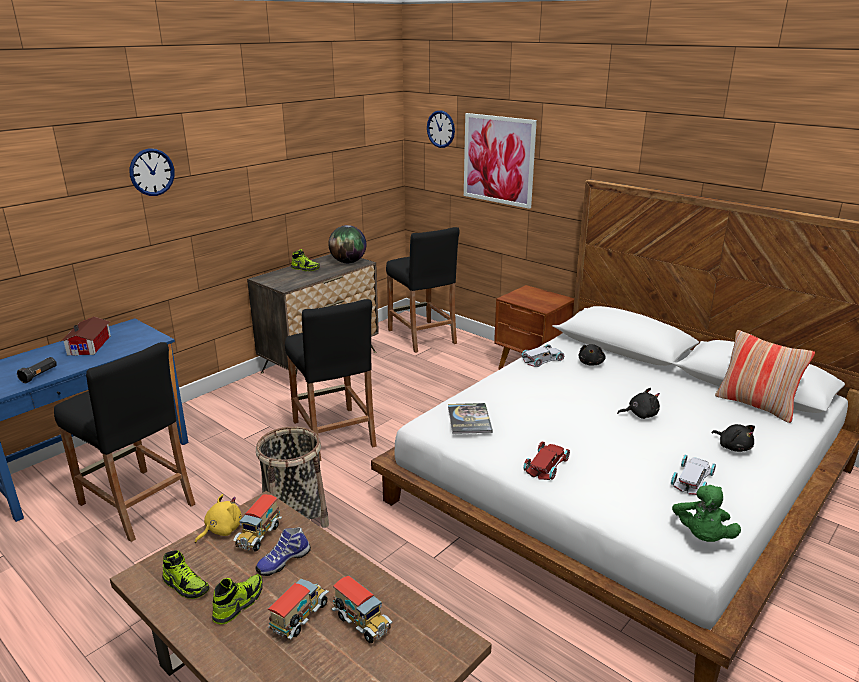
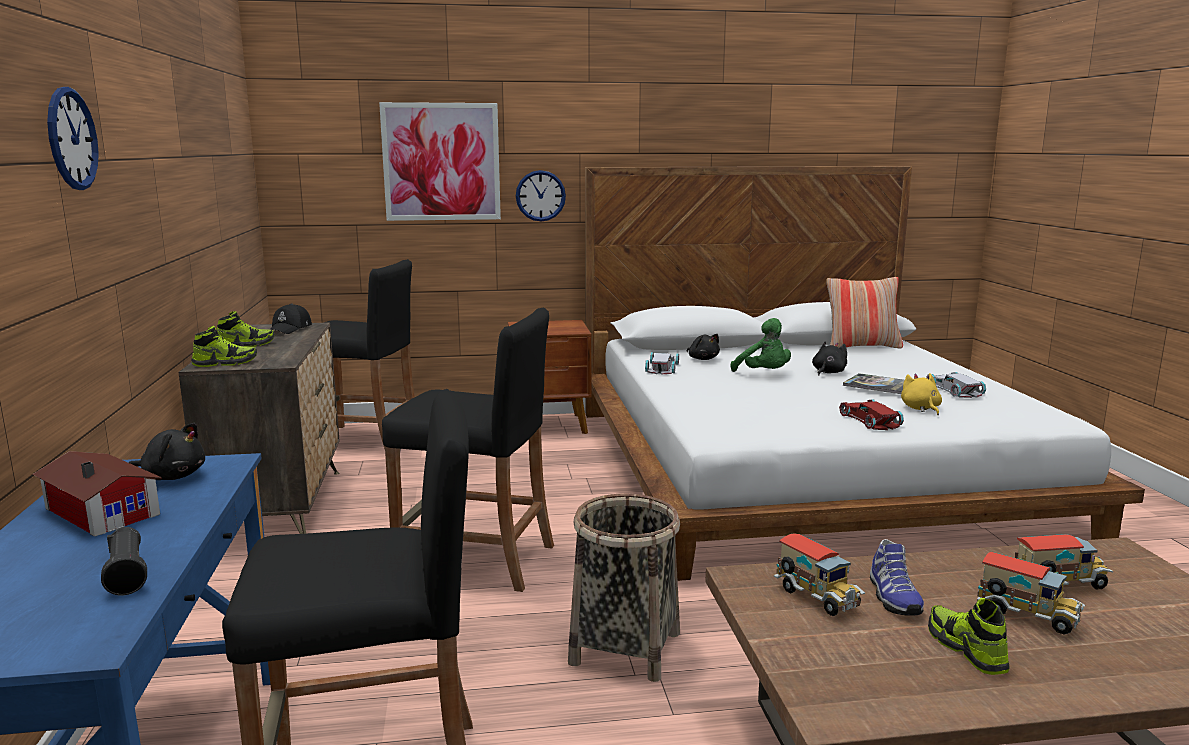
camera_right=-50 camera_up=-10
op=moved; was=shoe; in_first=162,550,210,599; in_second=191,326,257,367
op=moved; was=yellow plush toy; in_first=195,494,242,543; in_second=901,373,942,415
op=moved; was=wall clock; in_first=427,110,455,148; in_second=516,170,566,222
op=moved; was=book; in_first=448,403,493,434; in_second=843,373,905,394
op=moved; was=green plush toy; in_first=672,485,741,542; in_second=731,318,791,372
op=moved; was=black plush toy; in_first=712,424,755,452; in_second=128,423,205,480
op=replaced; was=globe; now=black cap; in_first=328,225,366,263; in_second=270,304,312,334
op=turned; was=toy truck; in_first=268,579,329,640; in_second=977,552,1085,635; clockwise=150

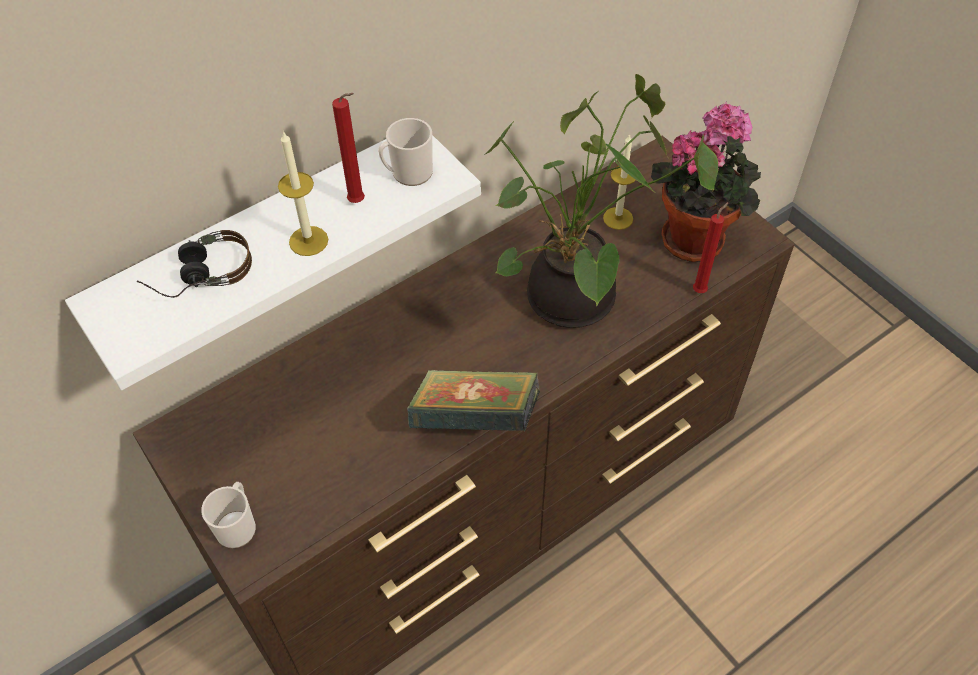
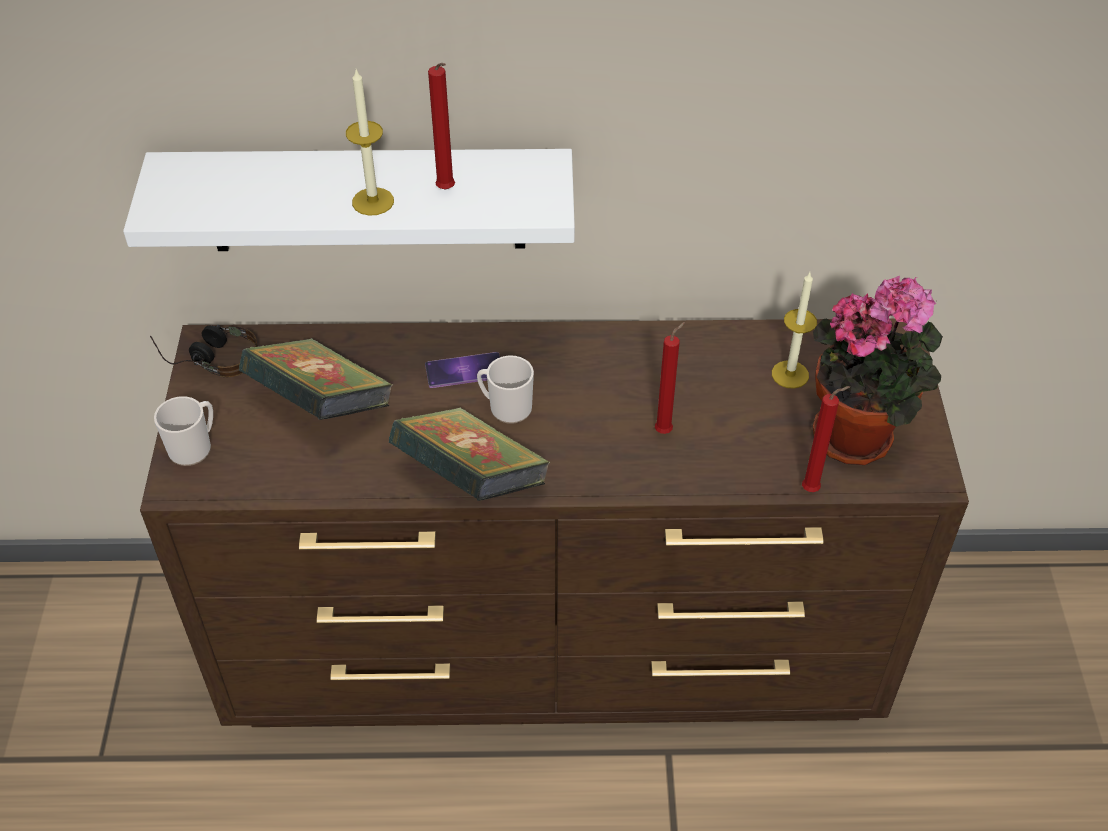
camera_right=35 camera_up=-5
op=added; now=book; in_second=239,338,393,420
op=added; now=phone; in_second=425,352,500,388
op=moved; was=headphones; in_first=137,230,252,298; in_second=150,325,258,377
op=moved; was=mug; in_first=378,118,433,186; in_second=477,355,534,424
op=replaced; was=potted plant; now=red candle; in_first=484,74,718,328; in_second=655,322,685,434

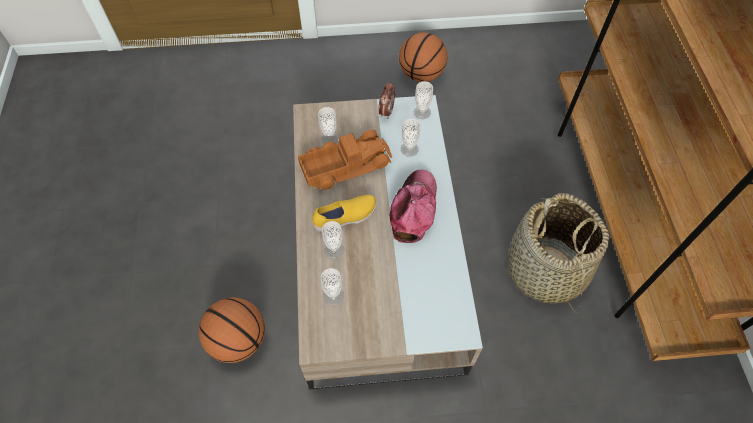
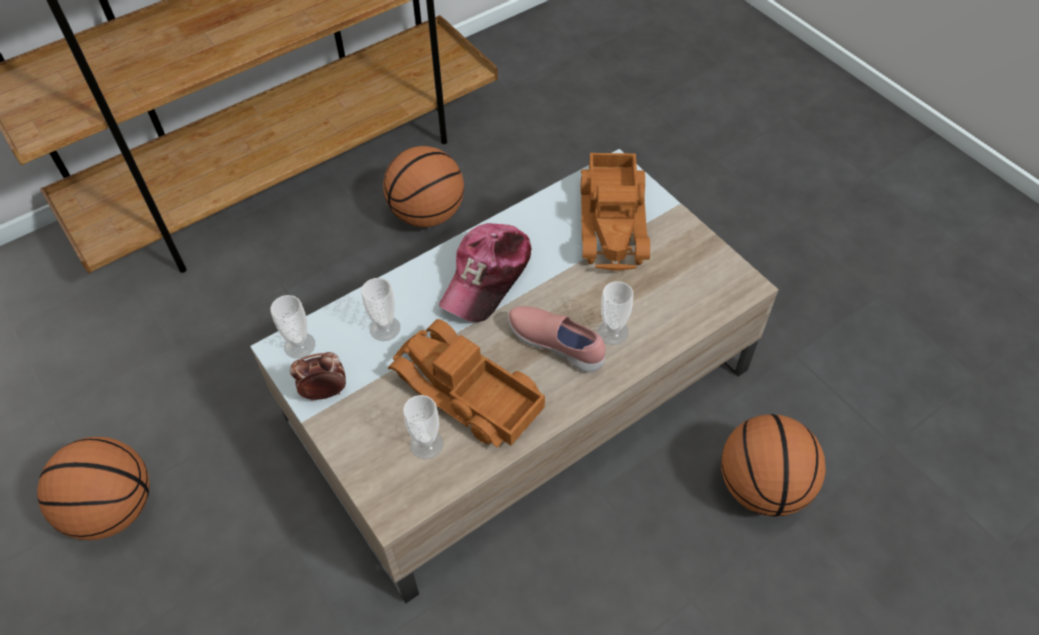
camera_right=-120 camera_up=-5
op=removed; was=cup; in_first=320,268,344,305
op=added; now=toy truck; in_second=581,153,650,271
op=replaced; was=basket; now=basketball; in_first=508,193,609,313; in_second=383,146,464,227
op=recoloured; was=yellow shoe; now=pink shoe; in_first=312,195,377,232; in_second=508,306,606,373
op=turned; was=cap; in_first=390,170,437,243; in_second=439,223,531,322; clockwise=-45

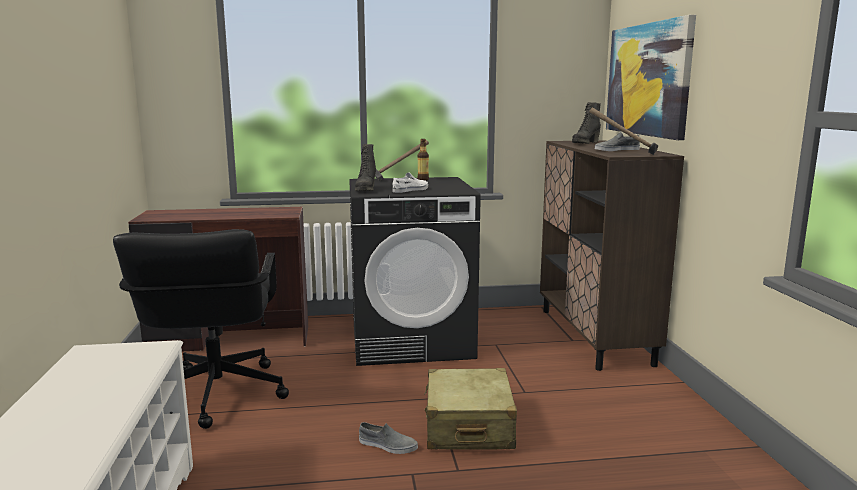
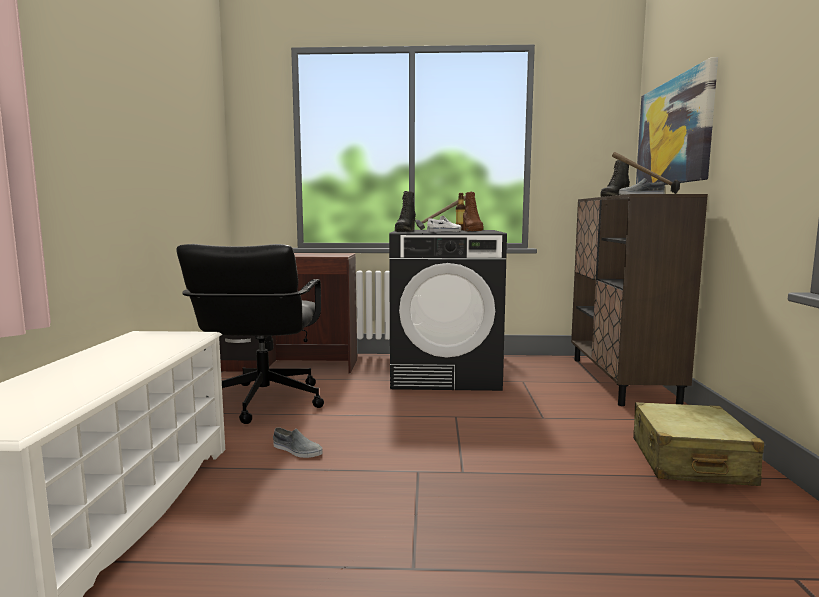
camera_right=10 camera_up=-5
op=added; now=brown boot; in_second=463,191,484,231
op=moved; was=grey shoe; in_first=359,422,418,454; in_second=273,427,323,458
op=moved; was=beige suitcase; in_first=424,368,517,450; in_second=633,402,764,486

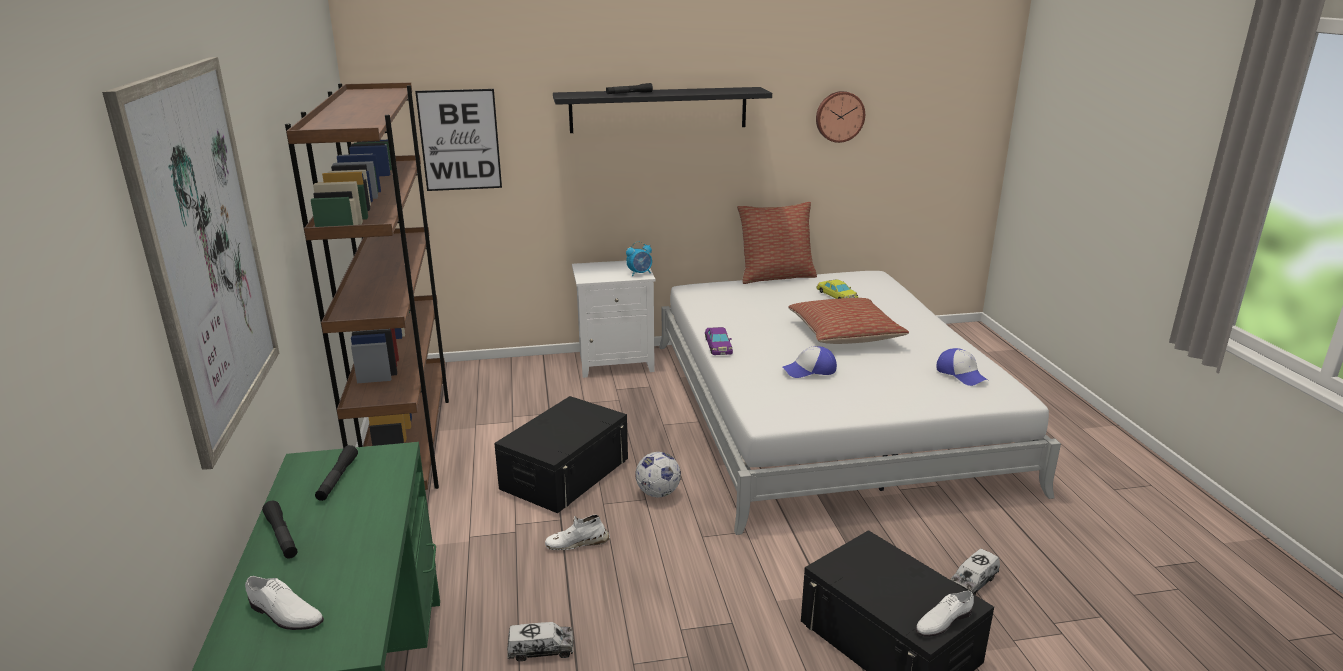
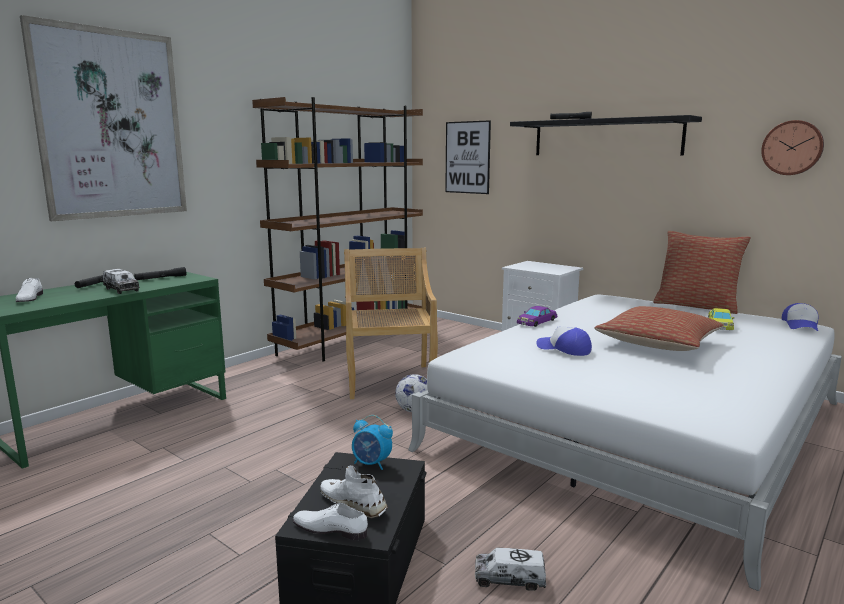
camera_right=50 camera_up=-10
op=moved; was=toy truck; in_first=507,622,574,661; in_second=103,269,140,294
op=moved; was=white shoe; in_first=545,514,610,550; in_second=320,465,388,519
op=moved; was=alarm clock; in_first=626,242,652,277; in_second=352,415,393,470
op=moved; was=cap; in_first=936,348,988,386; in_second=782,303,819,331
op=replaced; was=black storage box; now=beige chair; in_first=494,396,628,513; in_second=344,248,438,399

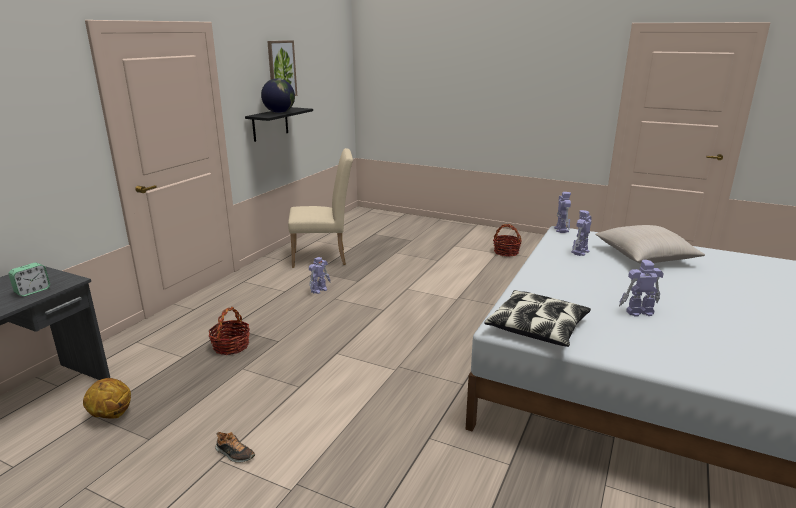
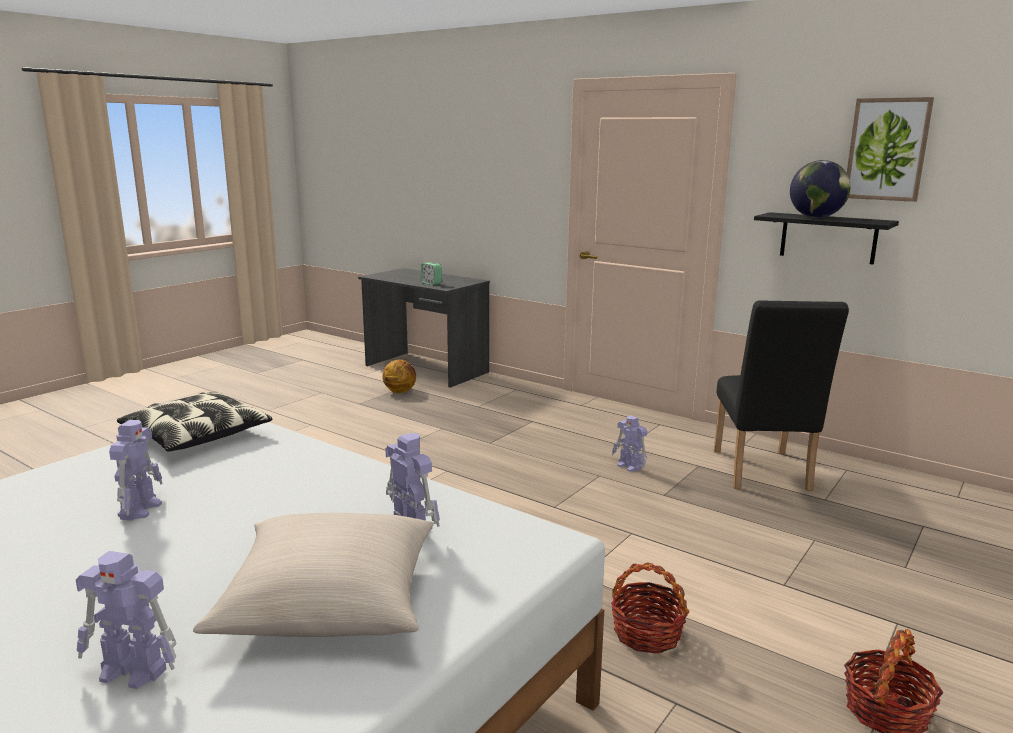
camera_right=100 camera_up=-5
op=removed; was=shoe; in_first=215,432,255,463
op=moved; was=basket; in_first=208,307,250,355; in_second=611,562,689,654
op=moved; was=toy robot; in_first=554,192,571,233; in_second=76,551,177,689
op=recoloured; was=beige chair; now=black chair; in_first=288,148,353,268; in_second=714,300,849,491

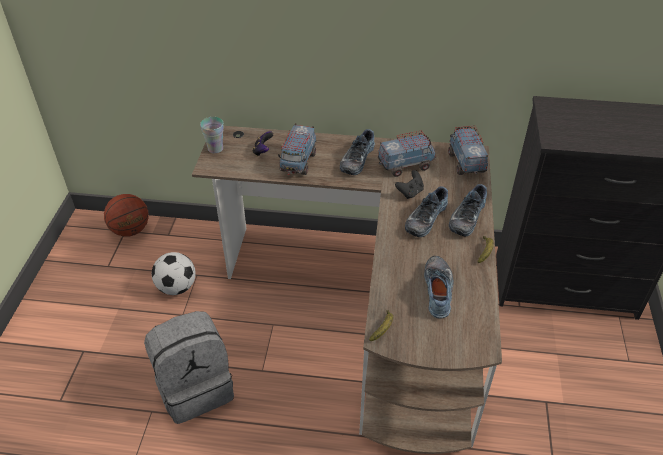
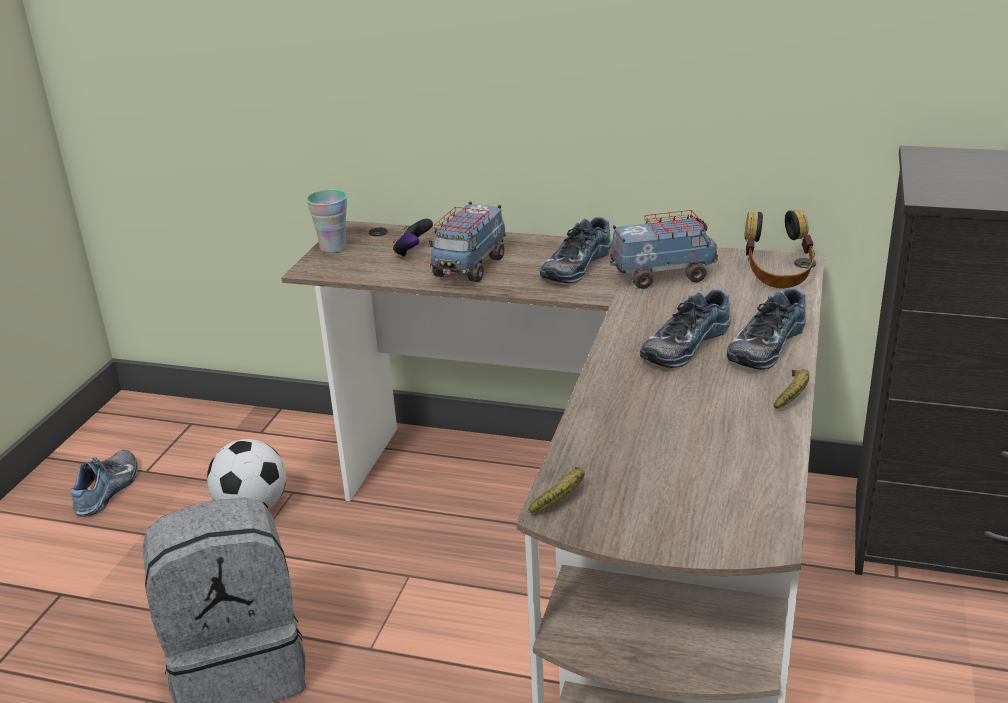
camera_right=10 camera_up=-15
op=removed; was=basketball; in_first=104,194,149,236
op=removed; was=black game controller; in_first=395,170,424,199
op=moved; was=shoe; in_first=424,256,454,319; in_second=70,450,138,517
op=replaced; was=toy truck; now=headphones; in_first=448,126,488,175; in_second=744,210,815,288

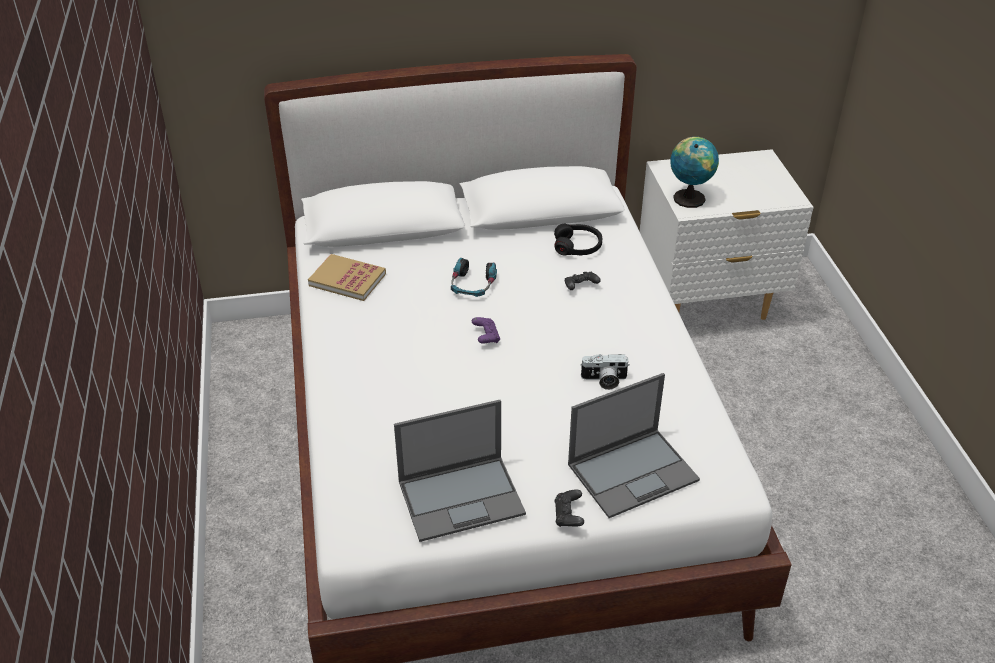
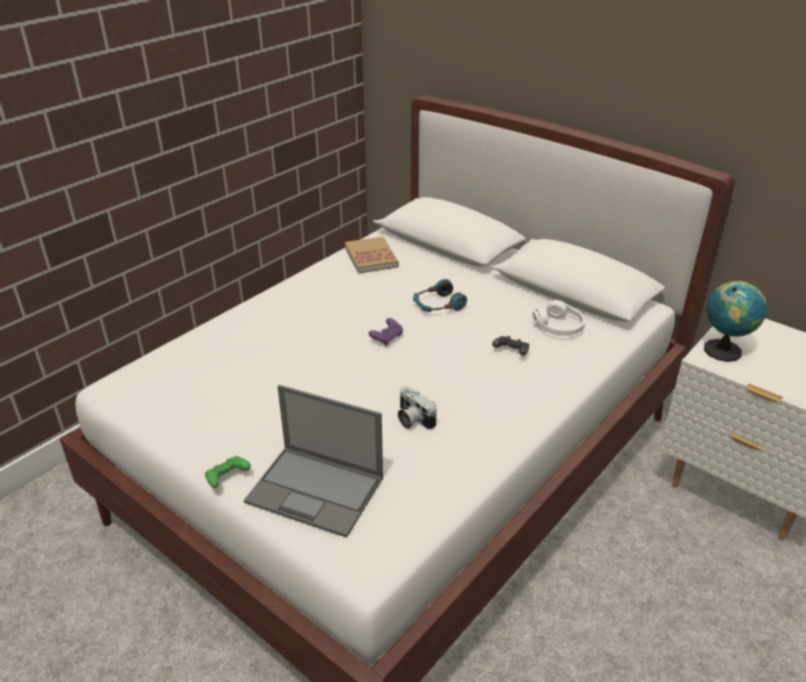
camera_right=50 camera_up=-5
op=removed; was=laptop; in_first=394,400,526,542
op=recoloured; was=black headphones; now=white headphones; in_first=554,224,602,255; in_second=532,300,585,336
op=recoloured; was=black game controller; now=green game controller; in_first=554,490,584,527; in_second=205,456,251,488

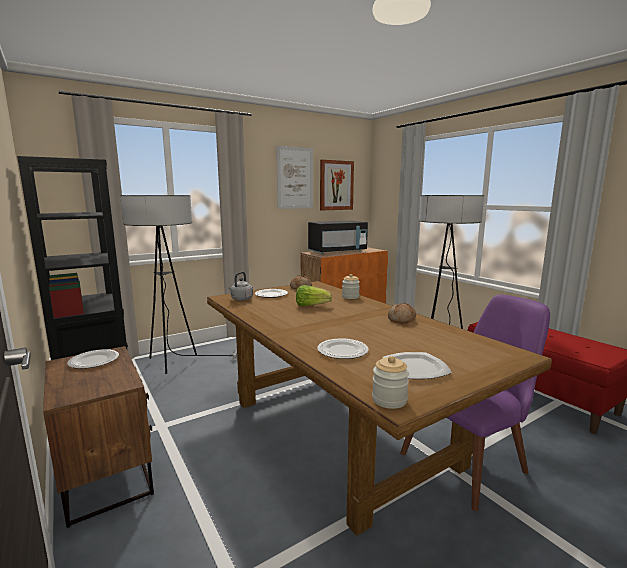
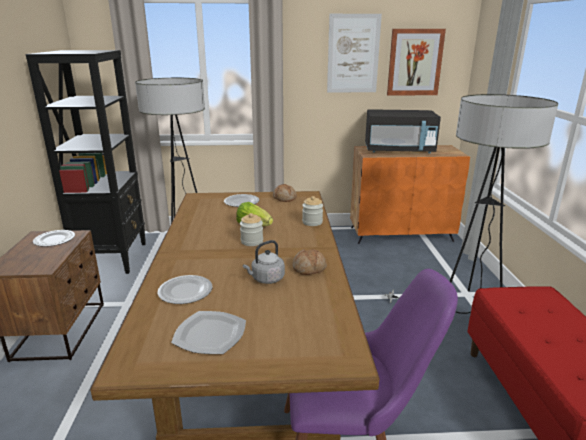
camera_right=30 camera_up=10
op=moved; was=grey kettle; in_first=228,272,253,300; in_second=243,240,285,284
op=moved; was=jar; in_first=372,356,409,409; in_second=240,213,263,246

